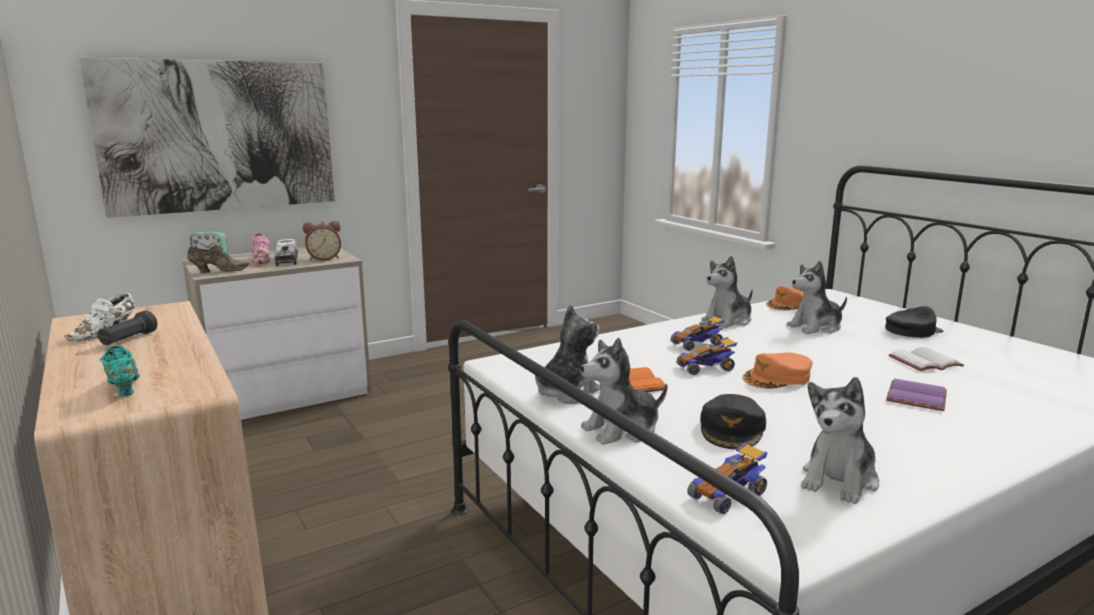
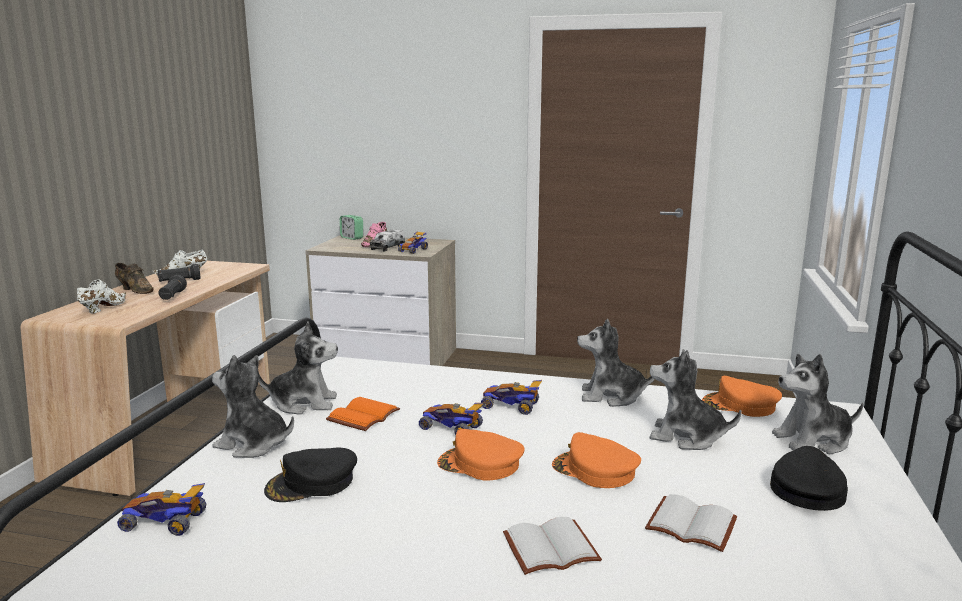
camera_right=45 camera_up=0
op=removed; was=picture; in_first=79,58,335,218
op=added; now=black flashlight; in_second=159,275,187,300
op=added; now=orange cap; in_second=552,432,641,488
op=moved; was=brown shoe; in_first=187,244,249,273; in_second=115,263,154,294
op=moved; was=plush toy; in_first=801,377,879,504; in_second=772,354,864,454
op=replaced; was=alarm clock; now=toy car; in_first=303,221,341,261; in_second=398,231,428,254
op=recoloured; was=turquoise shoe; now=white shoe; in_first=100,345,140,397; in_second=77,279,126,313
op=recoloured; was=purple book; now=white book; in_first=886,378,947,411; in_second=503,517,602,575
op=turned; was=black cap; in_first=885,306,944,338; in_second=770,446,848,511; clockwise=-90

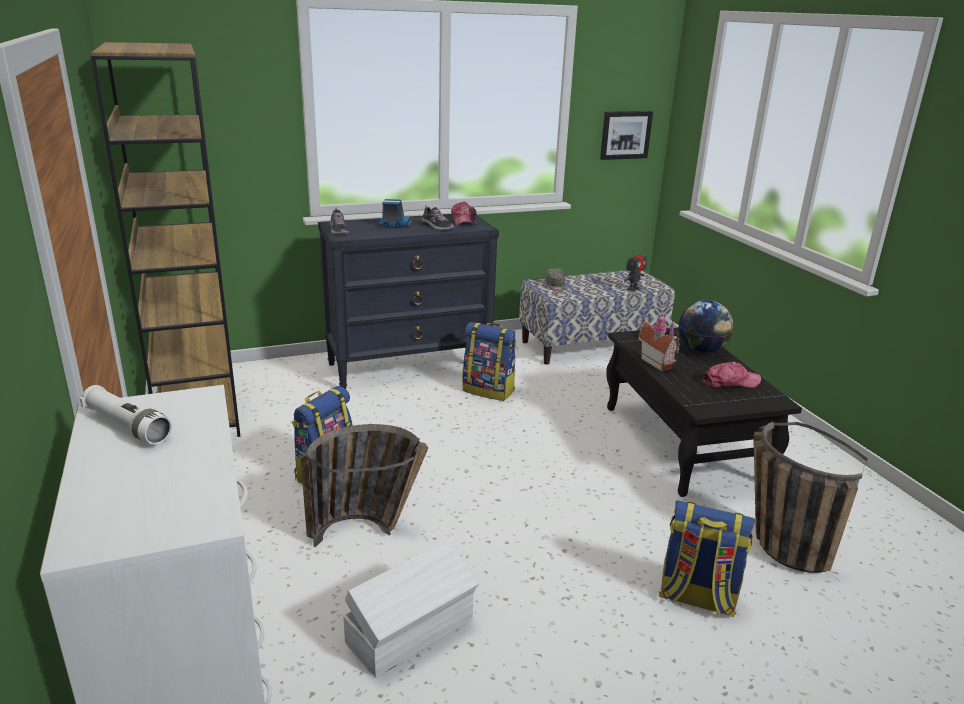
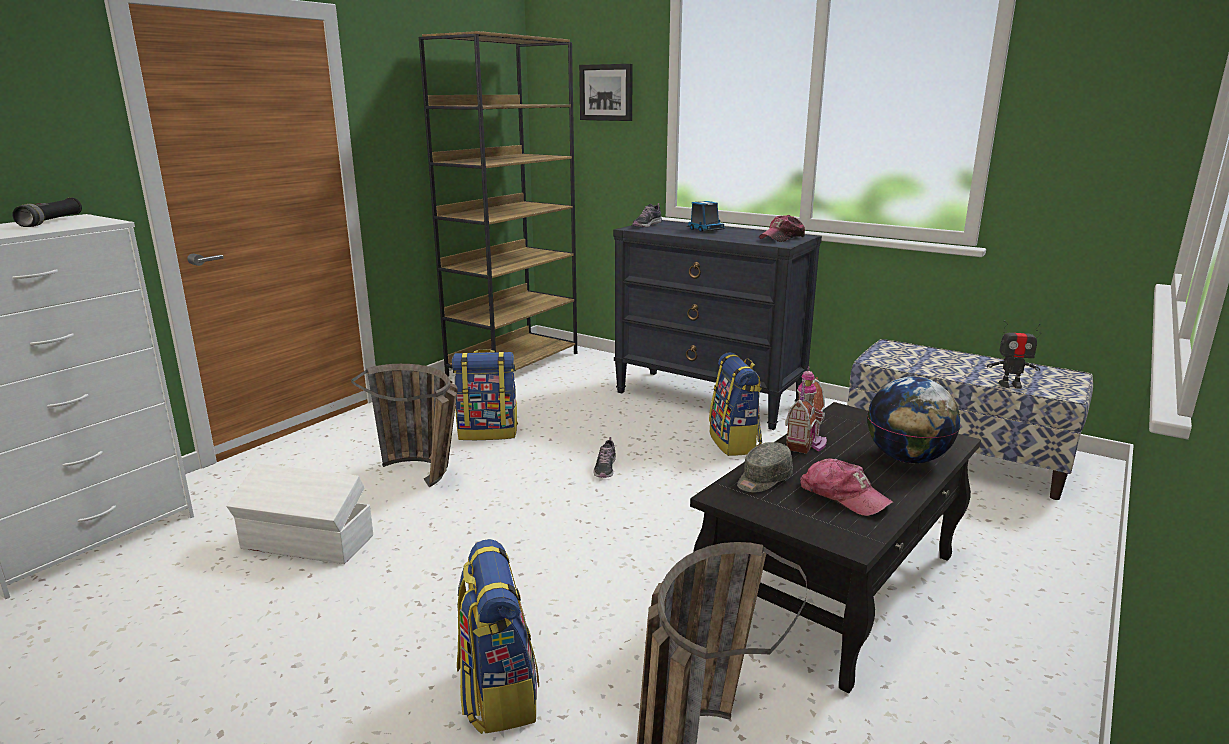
camera_right=55 camera_up=-5
op=moved; was=shoe; in_first=421,205,454,230; in_second=593,437,616,478
op=moved; was=grey cap; in_first=545,268,565,291; in_second=737,442,793,493
op=moved; was=picture; in_first=600,111,653,160; in_second=579,64,633,121
op=recoloured; was=white flashlight; now=black flashlight; in_first=80,385,172,445; in_second=12,198,82,227

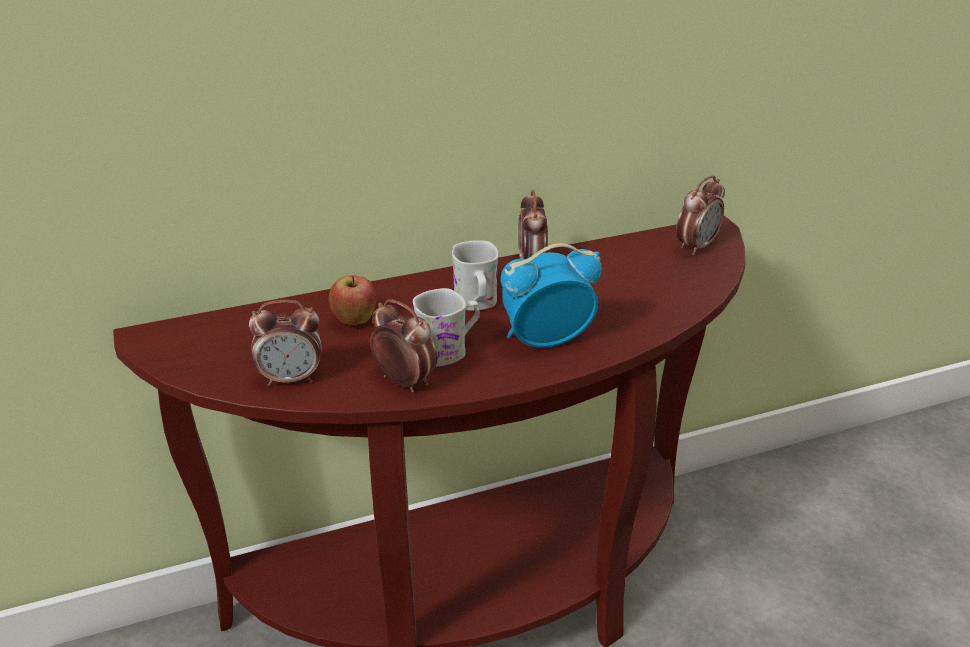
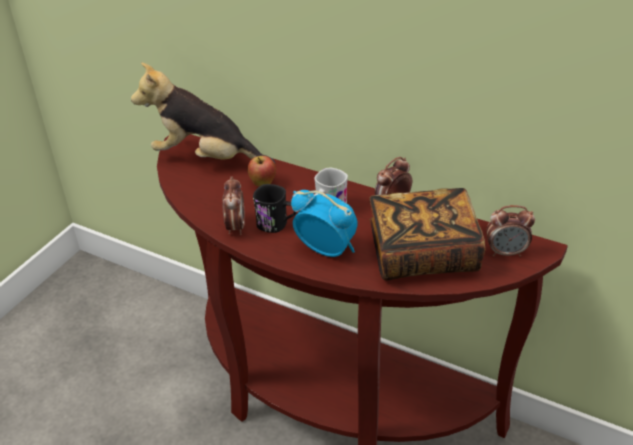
camera_right=50 camera_up=5
op=removed; was=alarm clock; in_first=249,300,321,386
op=added; now=plush toy; in_second=131,62,275,163
op=added; now=book; in_second=369,188,485,281
op=recoloured; was=white mug; now=black mug; in_first=413,288,480,366; in_second=253,184,297,233

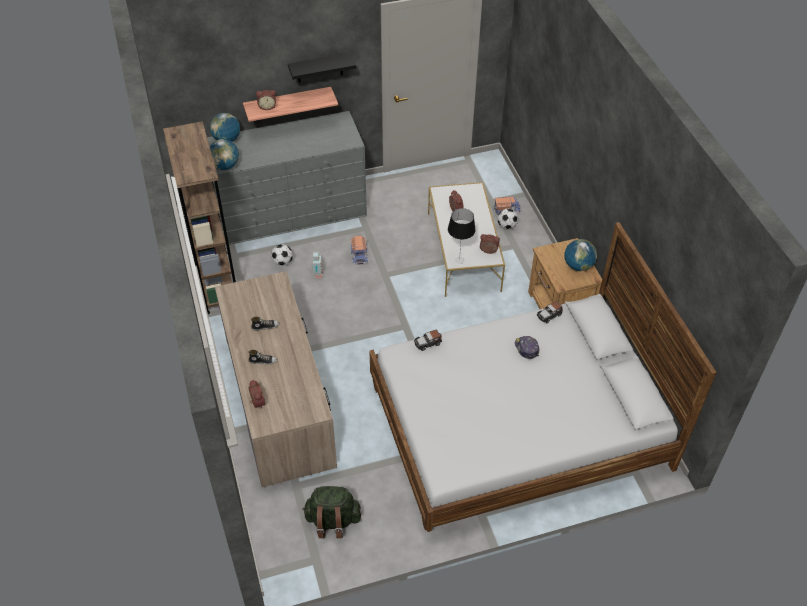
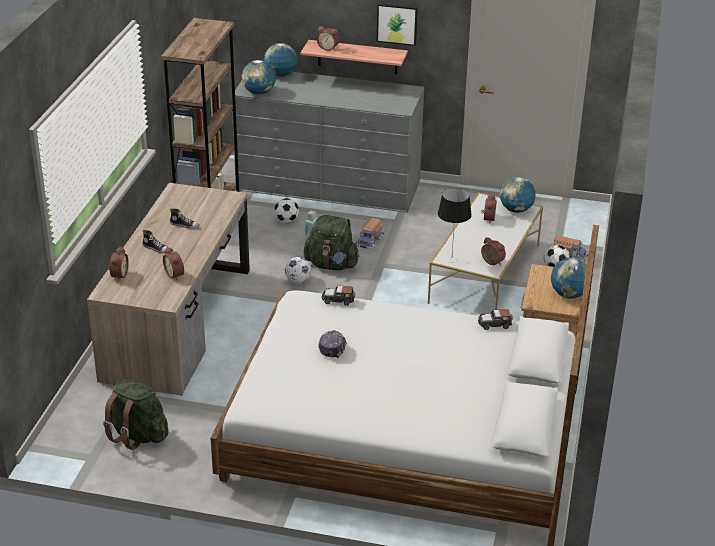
camera_right=30 camera_up=-15
op=added; now=alarm clock; in_second=163,247,184,280
op=added; now=football; in_second=285,257,312,284
op=added; now=green backpack; in_second=304,215,359,271
op=added; now=globe; in_second=500,177,536,213
op=moved; was=cap; in_first=515,336,539,359; in_second=318,330,347,358
op=replaced; was=black shelf; now=picture; in_first=288,53,356,83; in_second=377,3,418,46

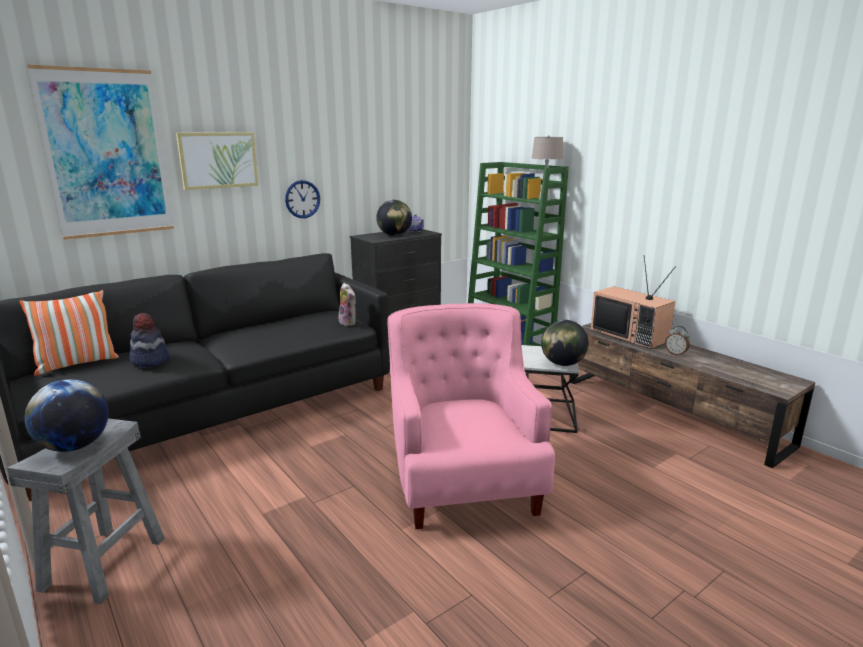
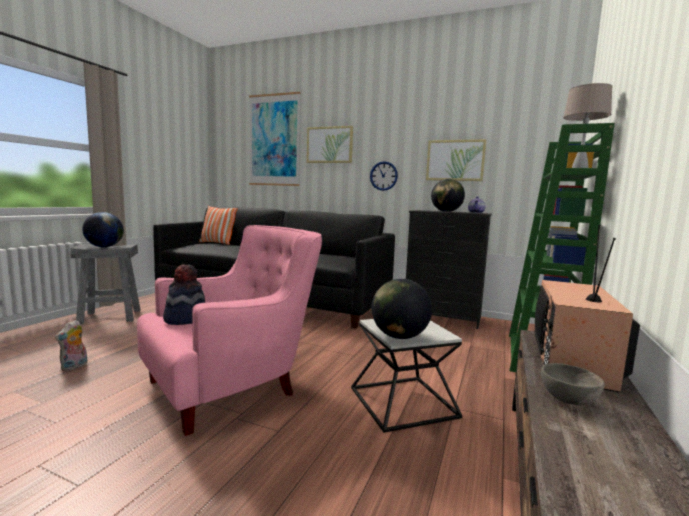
camera_right=60 camera_up=-10
op=added; now=picture; in_second=426,139,486,181
op=moved; was=hat; in_first=129,313,169,367; in_second=163,264,206,325
op=moved; was=plush toy; in_first=339,283,356,326; in_second=55,320,88,371
op=replaced; was=alarm clock; now=grey bowl; in_first=665,326,690,356; in_second=541,363,605,405

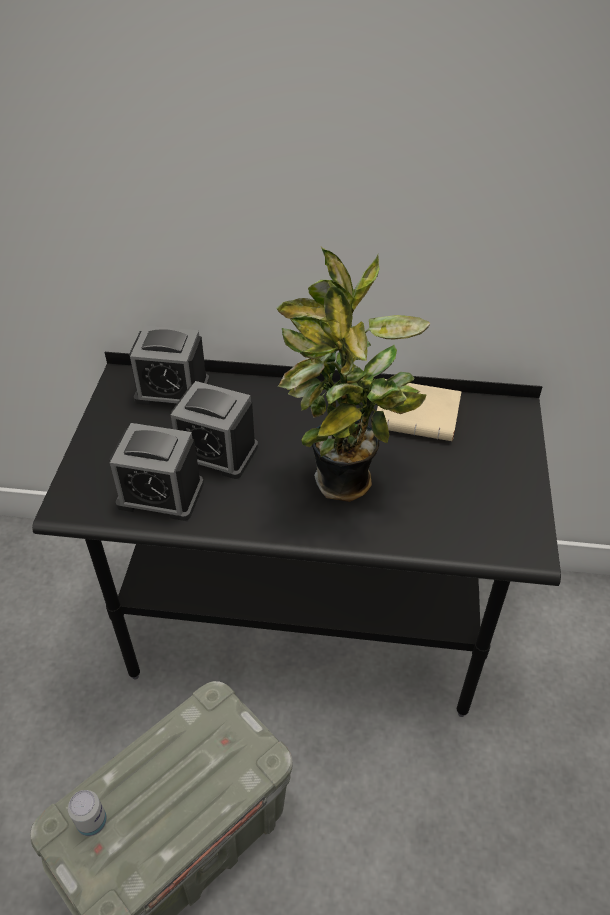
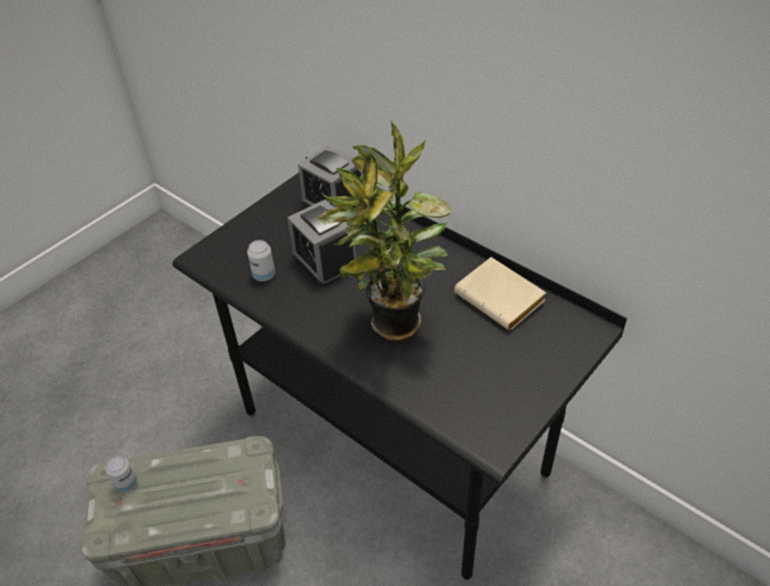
camera_right=35 camera_up=0
op=replaced; was=alarm clock; now=can; in_first=110,423,204,521; in_second=247,240,275,281

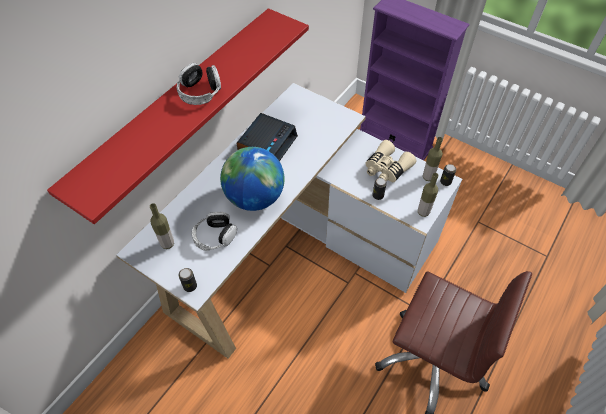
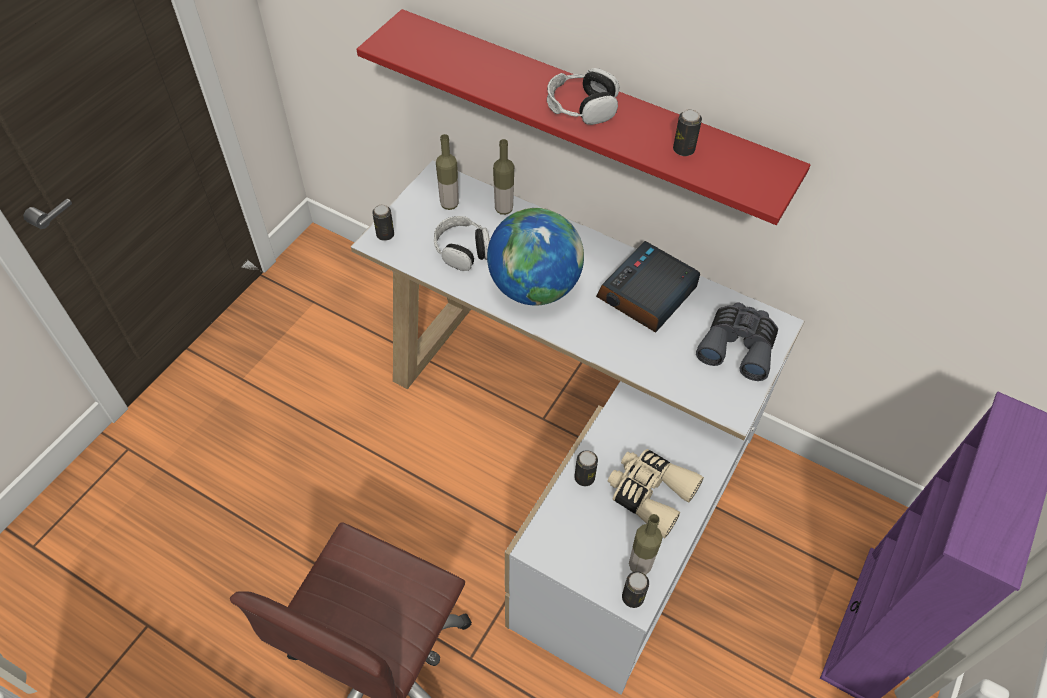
camera_right=85 camera_up=0
op=added; now=can; in_second=673,109,702,156
op=added; now=grey binoculars; in_second=696,303,778,381
op=moved; was=bottle; in_first=418,173,438,217; in_second=493,139,514,215
op=turned; was=alarm clock; in_first=237,113,298,161; in_second=596,241,700,333; clockwise=105

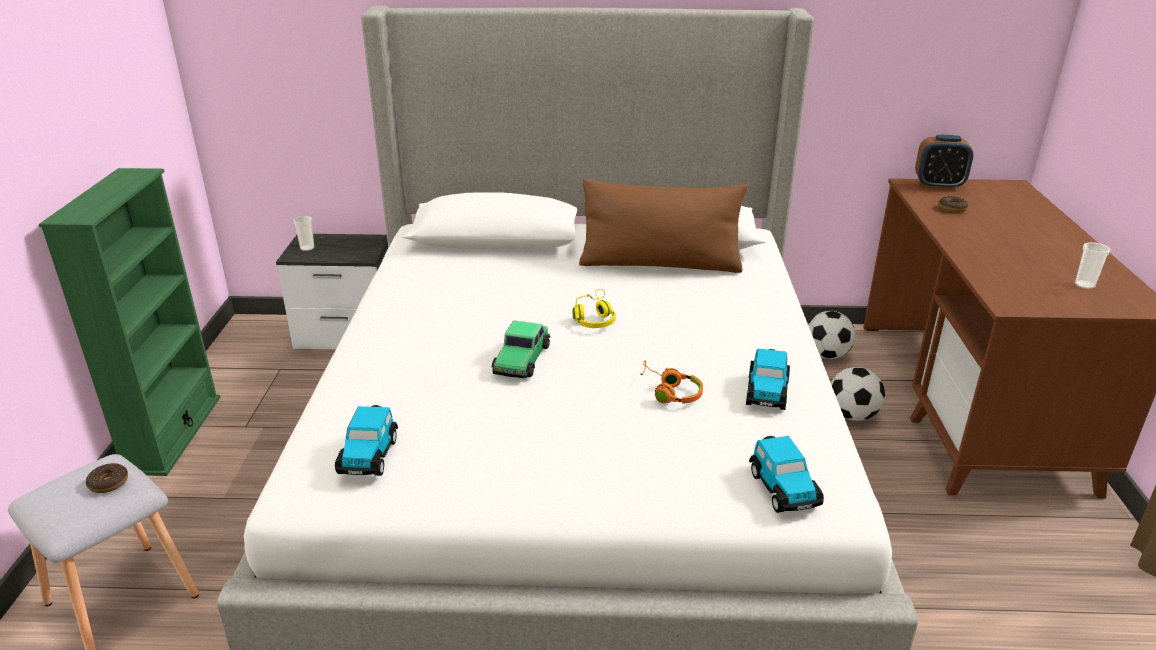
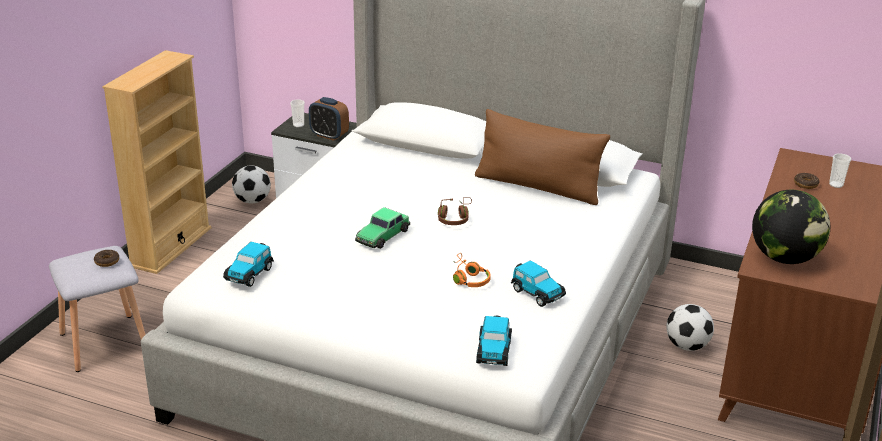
camera_right=20 camera_up=0
op=added; now=globe; in_second=752,190,830,264
op=moved; was=football; in_first=808,311,855,359; in_second=232,166,271,203
op=moved; was=alarm clock; in_first=915,135,974,189; in_second=309,97,349,141
op=moved; was=cup; in_first=1075,242,1111,289; in_second=829,153,851,188
op=recoloured; was=green bookcase; now=beige bookcase; in_first=39,168,220,476; in_second=102,50,211,274
op=recoloured; was=yellow headphones; now=brown headphones; in_first=573,289,616,328; in_second=438,197,472,225
op=turned; was=toy car; in_first=746,348,790,410; in_second=511,260,566,307; clockwise=-75

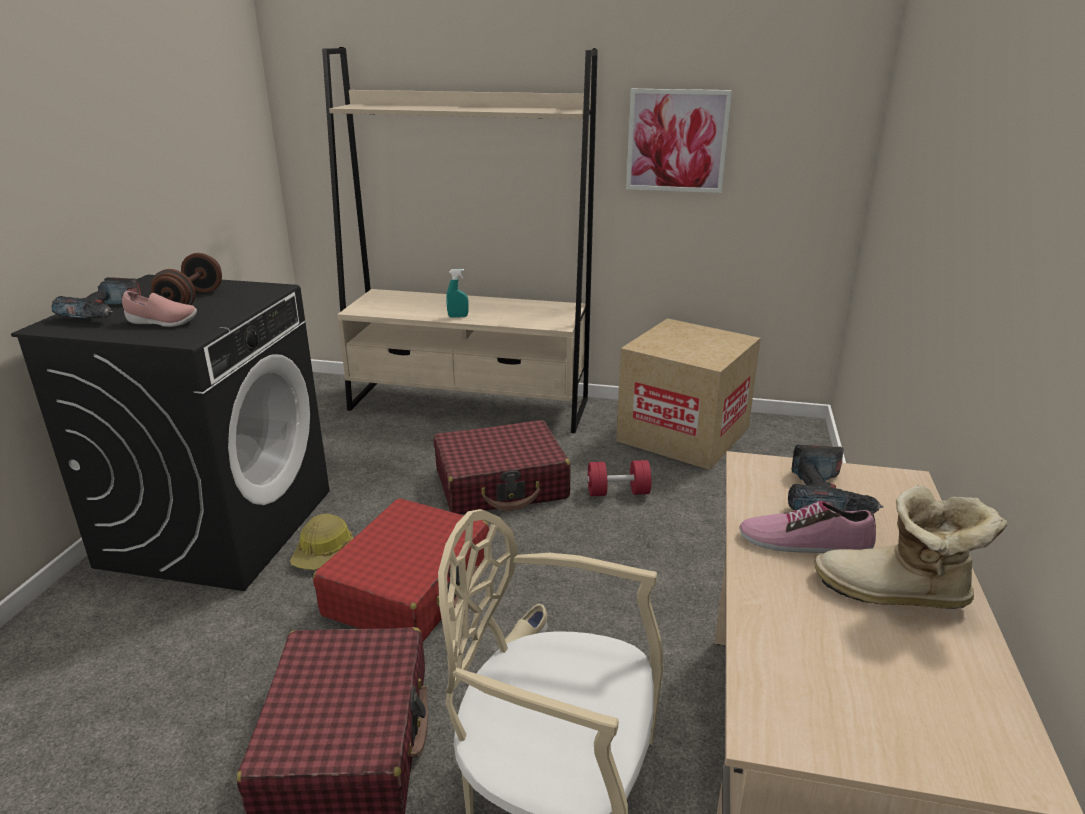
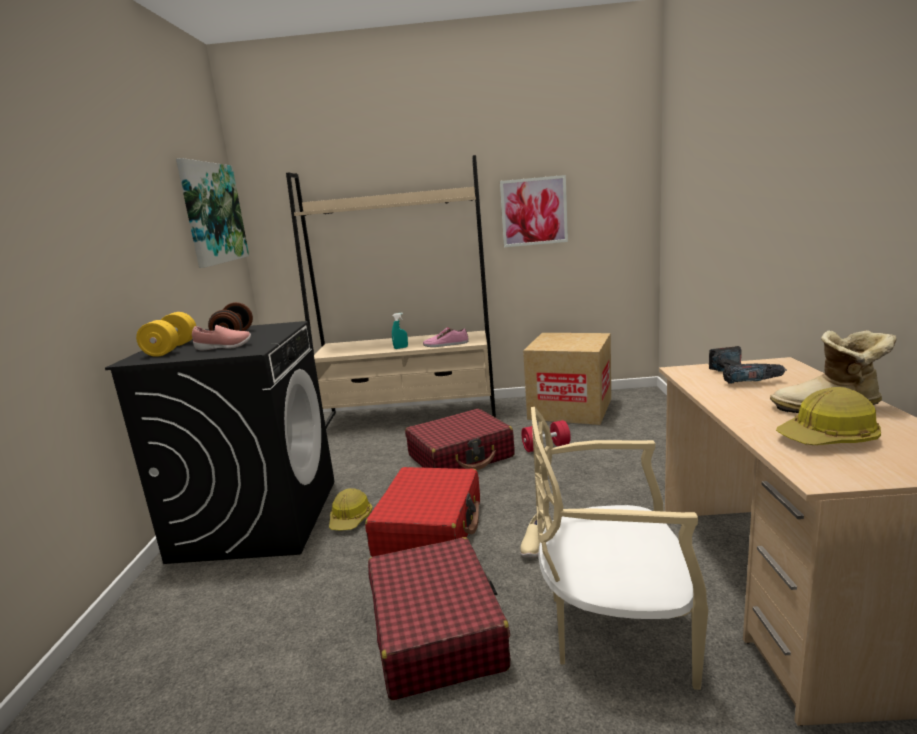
camera_right=-10 camera_up=-10
op=added; now=picture; in_second=176,158,249,268
op=added; now=hard hat; in_second=776,387,881,445
op=moved; was=shoe; in_first=739,501,876,553; in_second=423,327,469,347
op=replaced; was=power drill; now=yellow dumbbell; in_first=51,277,141,319; in_second=136,312,196,357

